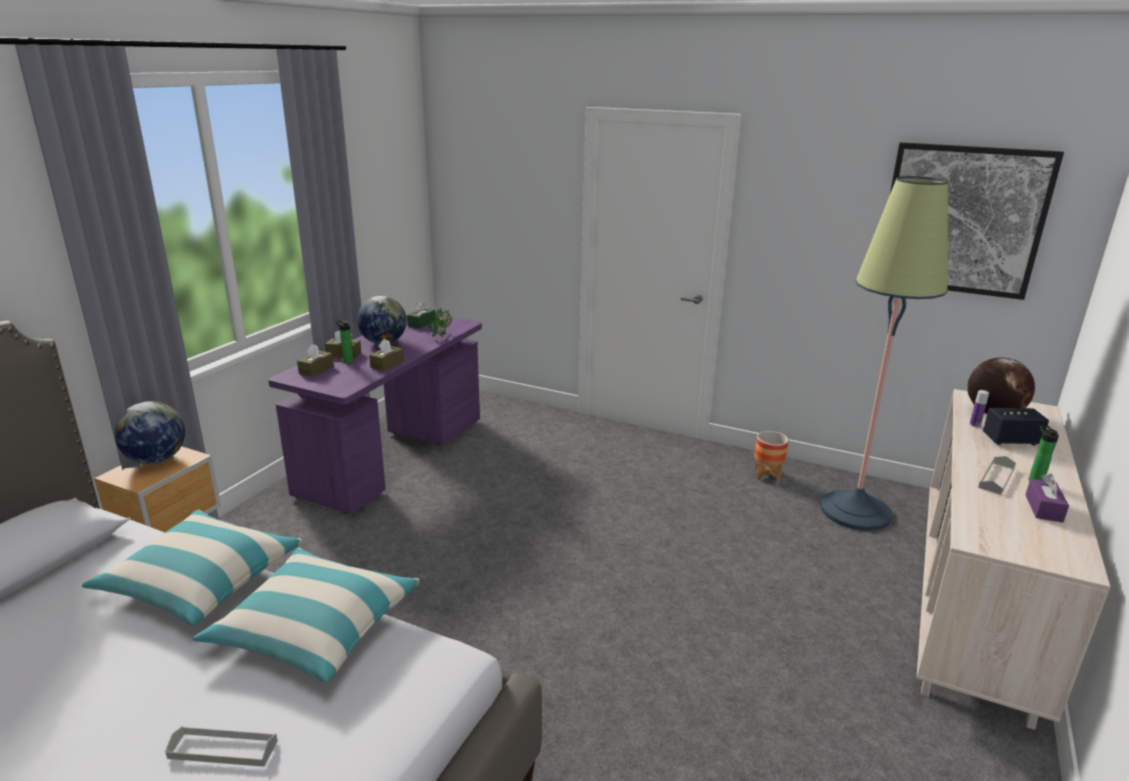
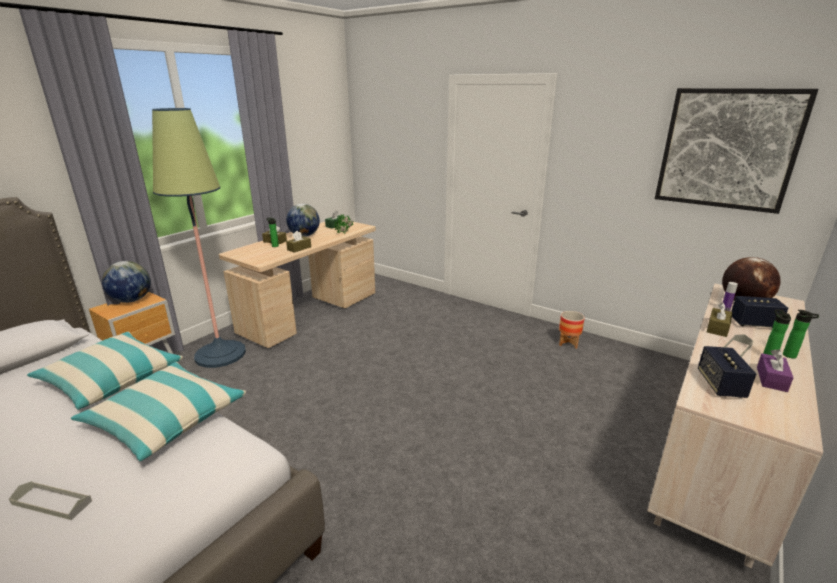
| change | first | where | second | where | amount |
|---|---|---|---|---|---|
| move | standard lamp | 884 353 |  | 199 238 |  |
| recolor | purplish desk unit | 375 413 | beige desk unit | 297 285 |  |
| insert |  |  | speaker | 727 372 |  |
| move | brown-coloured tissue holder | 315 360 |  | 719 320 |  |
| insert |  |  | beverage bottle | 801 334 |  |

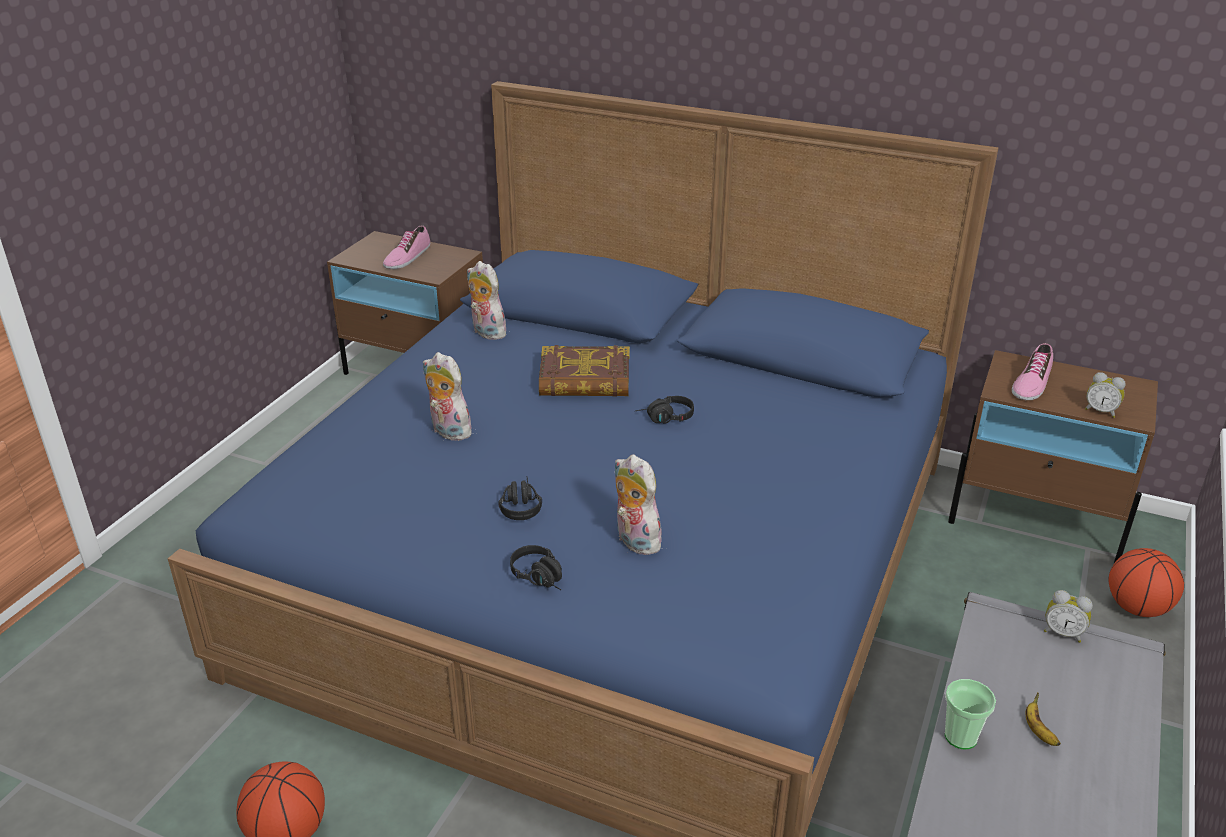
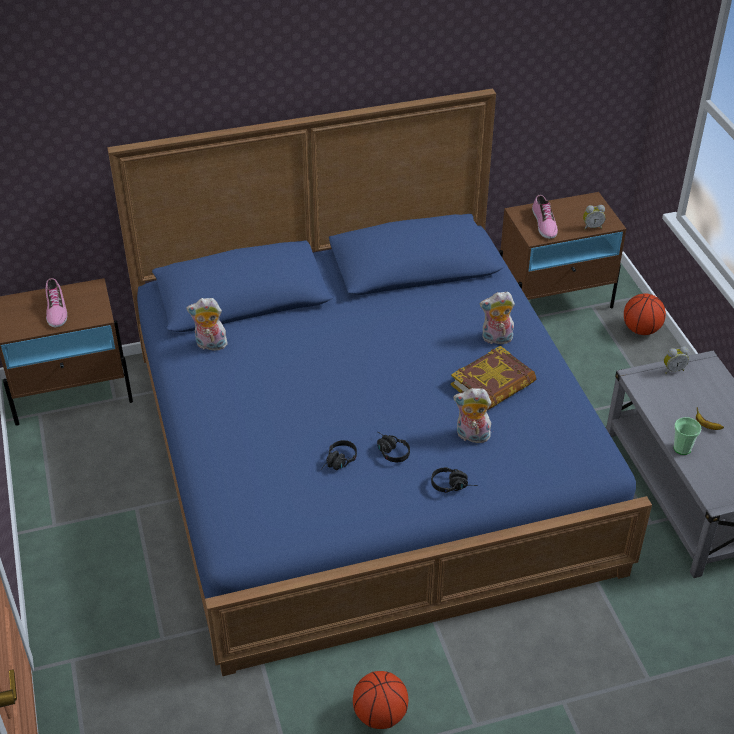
| change | first | where | second | where | amount |
|---|---|---|---|---|---|
| move | black-coloured headphones | 665 409 |  | 338 455 |  |
| move | book | 584 370 |  | 493 378 |  |
| move | plush toy | 448 396 |  | 497 318 |  |

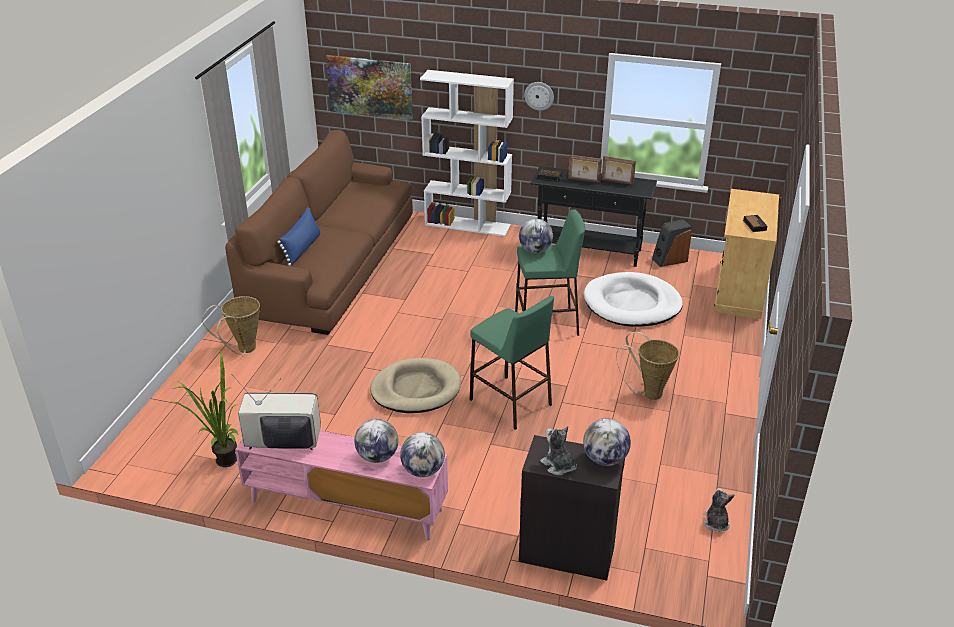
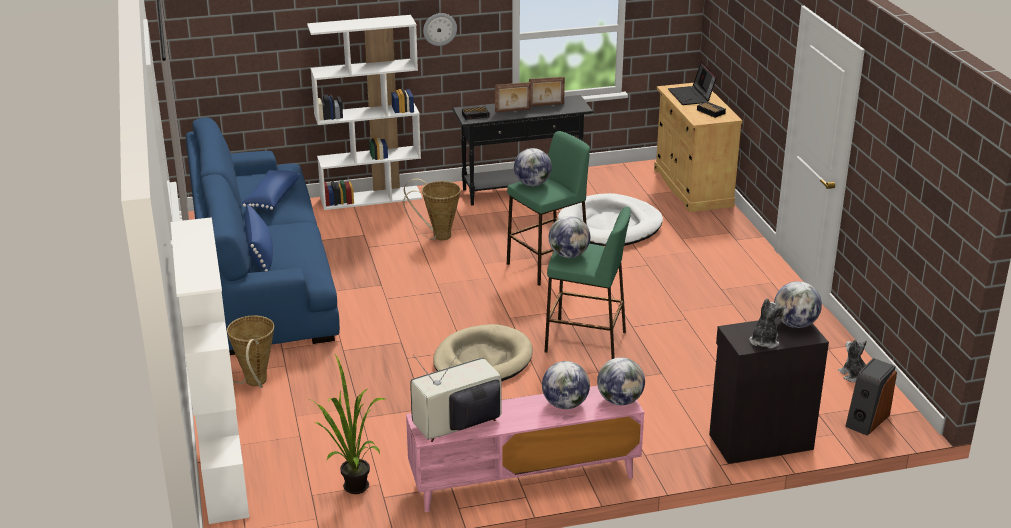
| change | first | where | second | where | amount |
|---|---|---|---|---|---|
| insert |  |  | white-coloured bookcase | 210 370 |  |
| recolor | brown-coloured couch | 319 232 | blue couch | 263 236 |  |
| insert |  |  | blue pillow | 271 190 |  |
| move | household basket | 647 365 |  | 432 209 |  |
| insert |  |  | desk globe | 570 237 |  |
| insert |  |  | portable computer | 692 83 |  |
| rotate | plush toy | 558 450 |  | 767 323 | 90 degrees clockwise |
| move | speaker | 672 243 |  | 871 396 |  |
| delete | wall art | 369 88 |  |  |  |

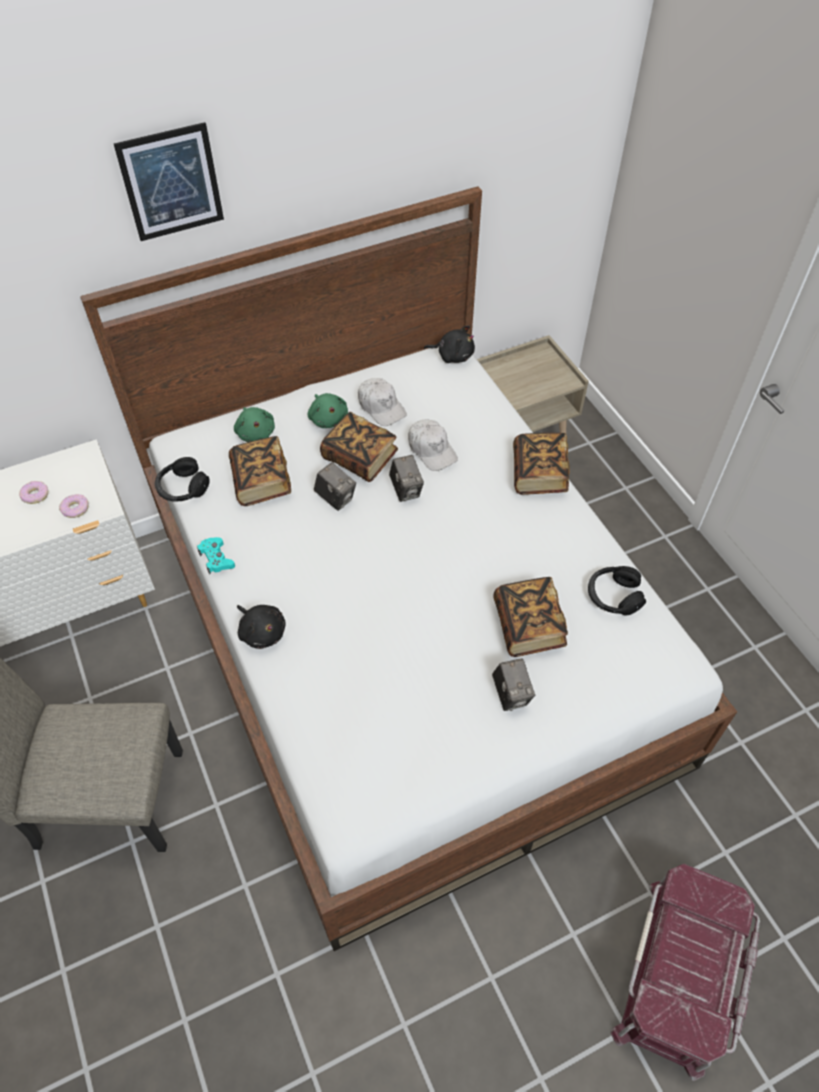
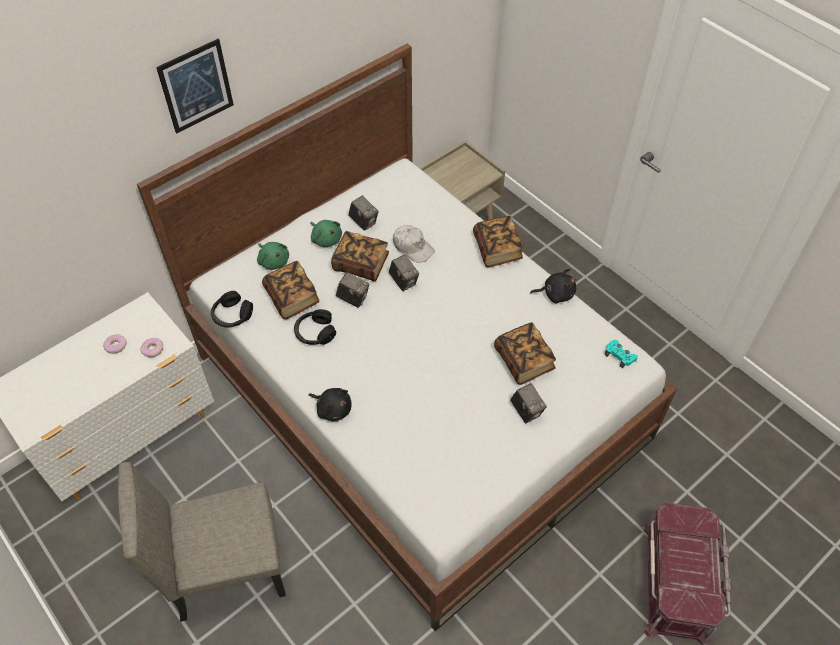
| change | first | where | second | where | amount |
|---|---|---|---|---|---|
| move | black-coloured headphones | 617 591 |  | 315 327 |  |
| replace | white-coloured peaked cap | 382 402 | photo camera | 363 213 |  |
| move | black-coloured plush toy | 449 344 |  | 553 286 |  |
| move | blue-green gamepad | 216 555 |  | 621 354 |  |

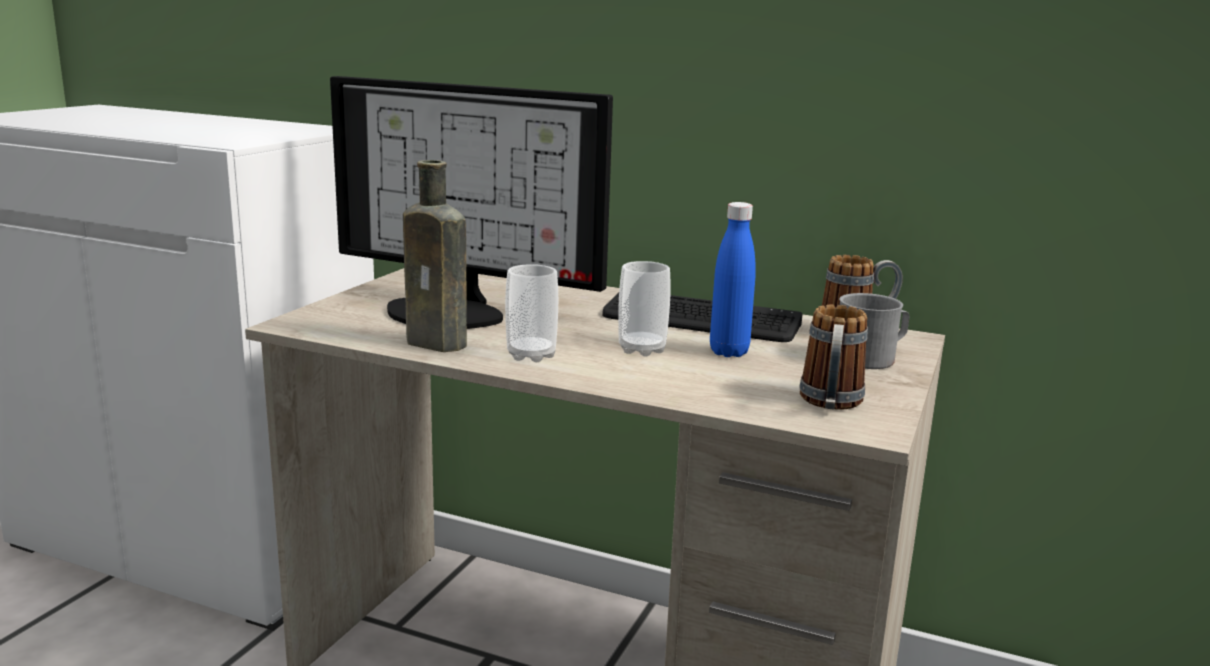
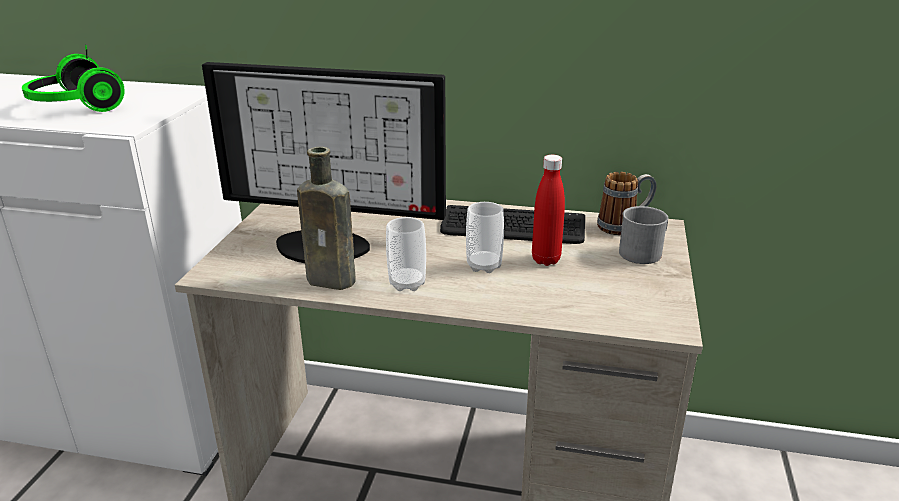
| change | first | where | second | where | amount |
|---|---|---|---|---|---|
| insert |  |  | headphones | 73 78 |  |
| recolor | blue beverage bottle | 733 279 | reddish beverage bottle | 548 210 |  |
| delete | mug | 833 357 |  |  |  |

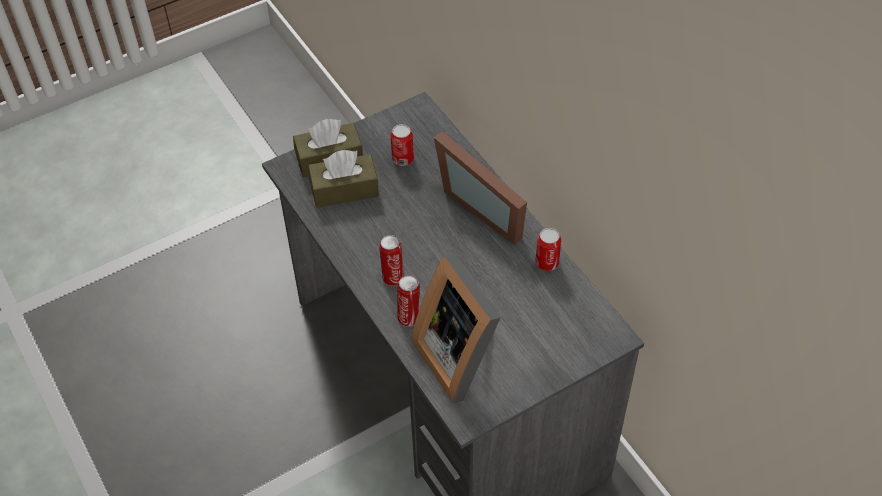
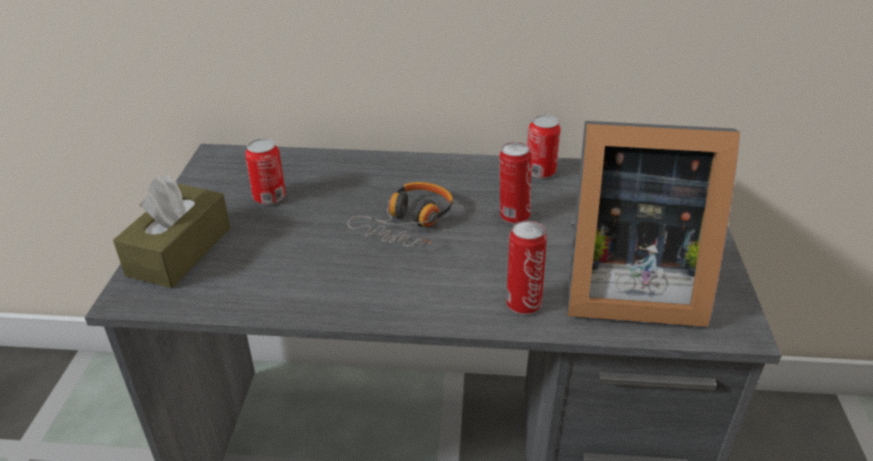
| change | first | where | second | where | amount |
|---|---|---|---|---|---|
| insert |  |  | headphones | 400 214 |  |
| move | can | 391 260 |  | 515 183 |  |
| delete | brown-coloured tissue holder | 343 179 |  |  |  |
| delete | picture frame | 480 188 |  |  |  |

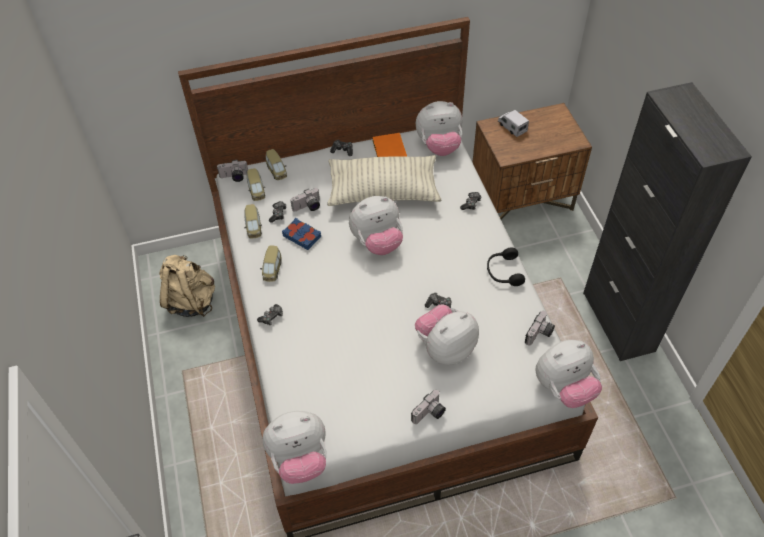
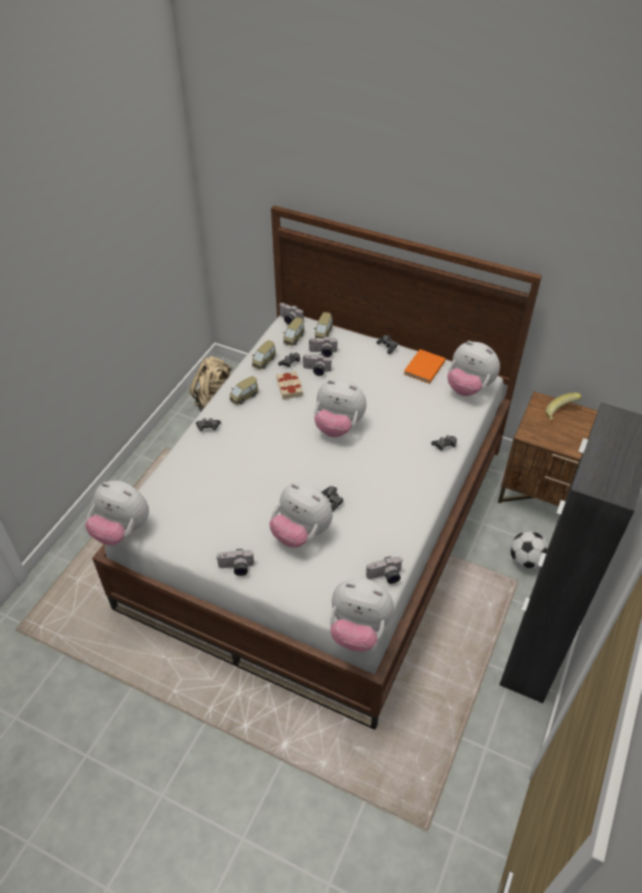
| change | first | where | second | where | amount |
|---|---|---|---|---|---|
| rotate | plush toy | 447 334 |  | 301 515 | 150 degrees counterclockwise |
| recolor | blue book | 301 234 | beige book | 289 385 |  |
| insert |  |  | photo camera | 323 346 |  |
| insert |  |  | football ball | 529 550 |  |
| replace | model truck | 513 123 | banana | 564 406 |  |
| delete | pillow | 384 180 |  |  |  |
| delete | black-coloured headphones | 506 267 |  |  |  |

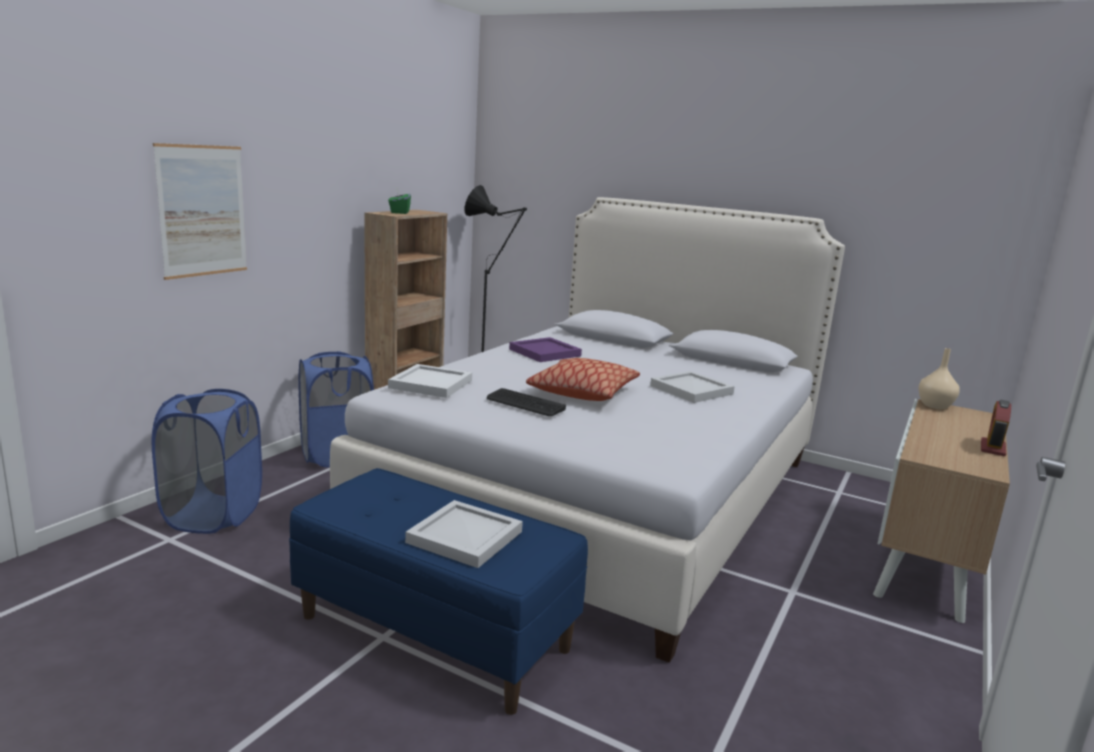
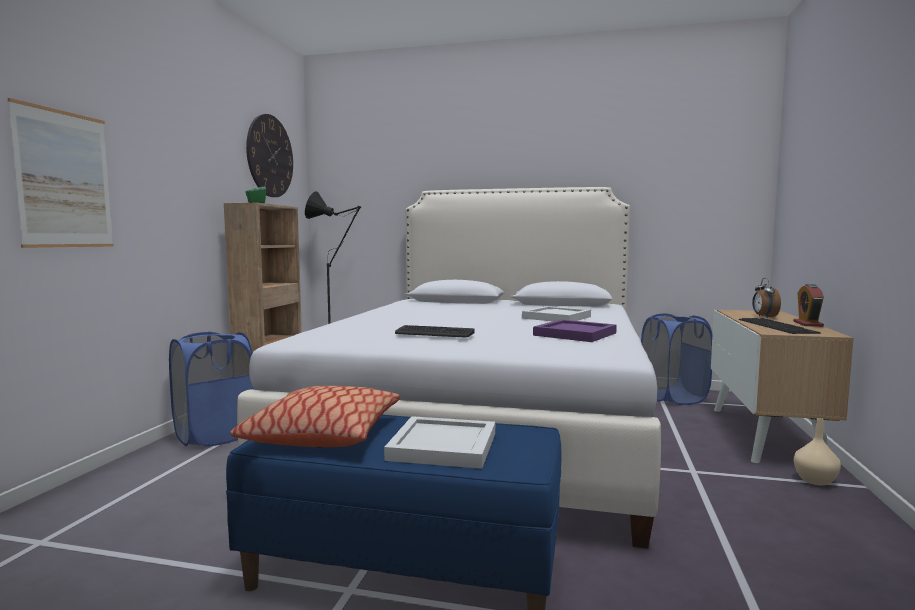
| change | first | where | second | where | amount |
|---|---|---|---|---|---|
| move | pillow | 583 379 |  | 315 416 |  |
| insert |  |  | clock on the wall | 269 155 |  |
| move | purplish serving tray | 545 349 |  | 575 330 |  |
| move | blue washing basket | 207 461 |  | 676 359 |  |
| insert |  |  | PC keyboard | 780 326 |  |
| insert |  |  | bedside clock | 766 298 |  |
| move | beige flower vase | 939 378 |  | 817 452 |  |
| delete | white-coloured serving tray | 430 381 |  |  |  |

